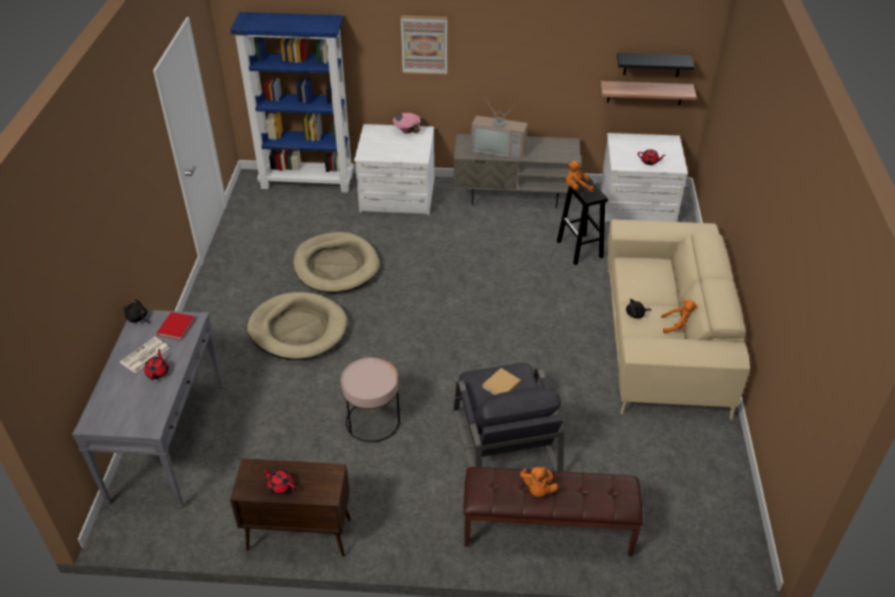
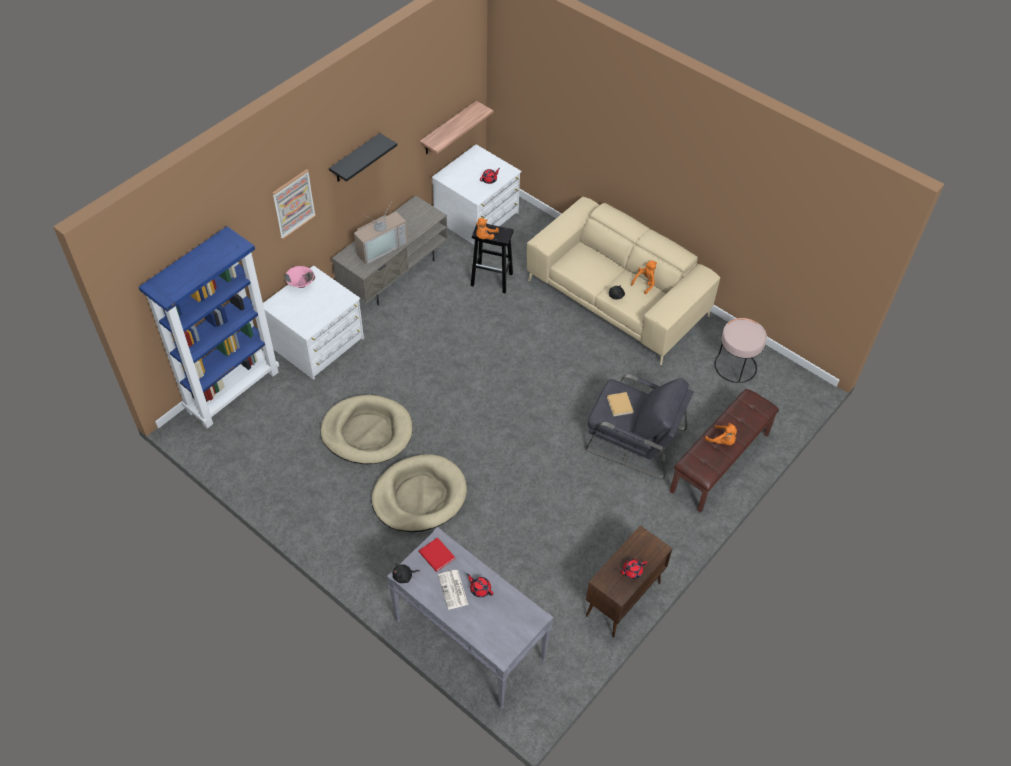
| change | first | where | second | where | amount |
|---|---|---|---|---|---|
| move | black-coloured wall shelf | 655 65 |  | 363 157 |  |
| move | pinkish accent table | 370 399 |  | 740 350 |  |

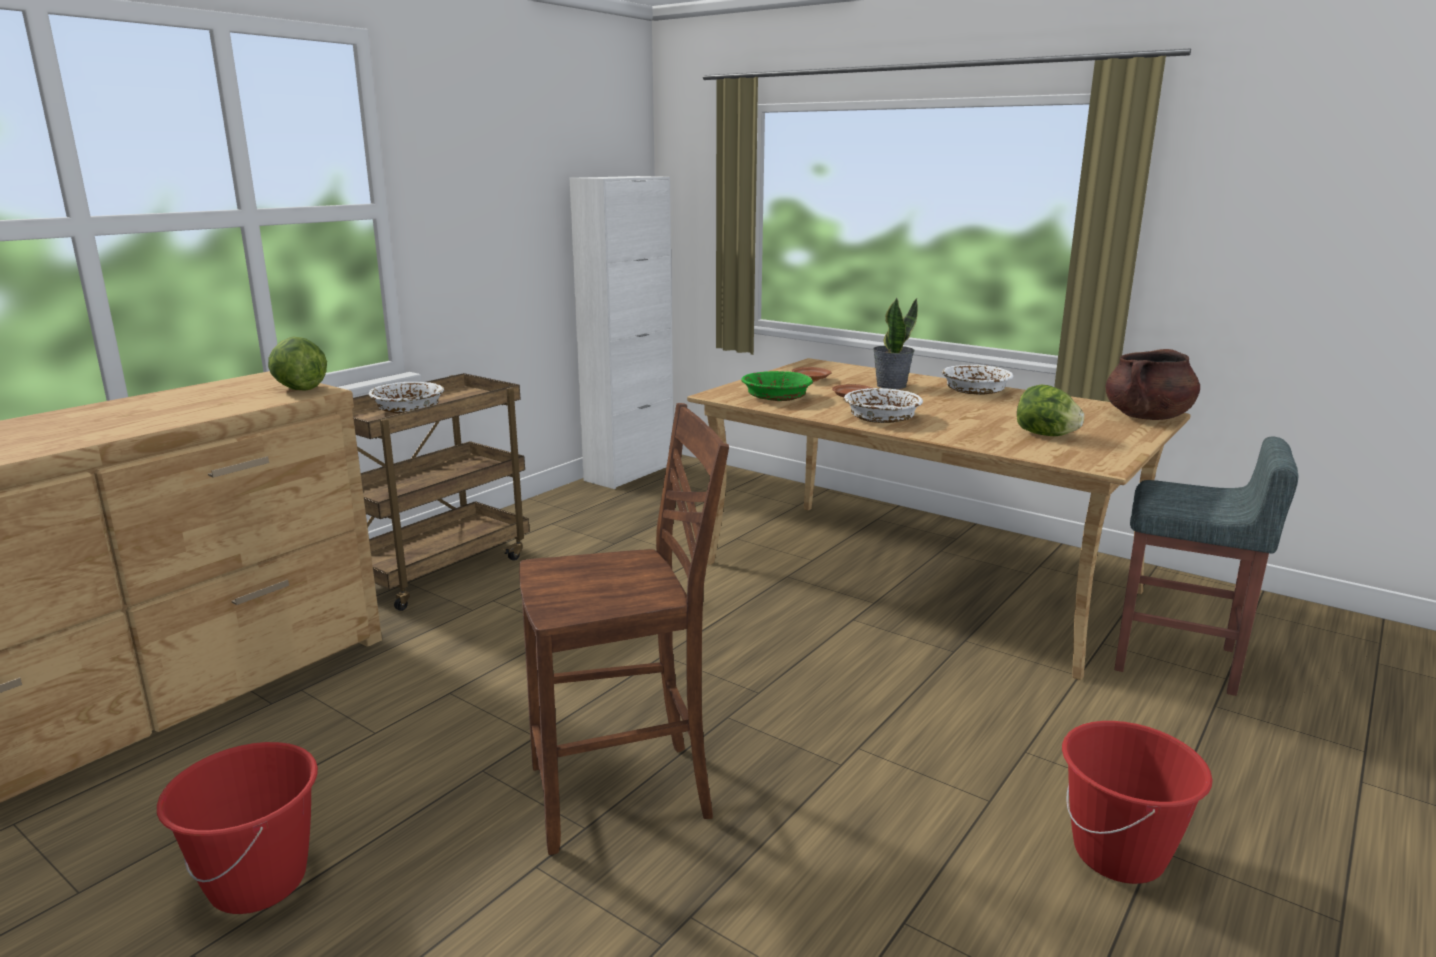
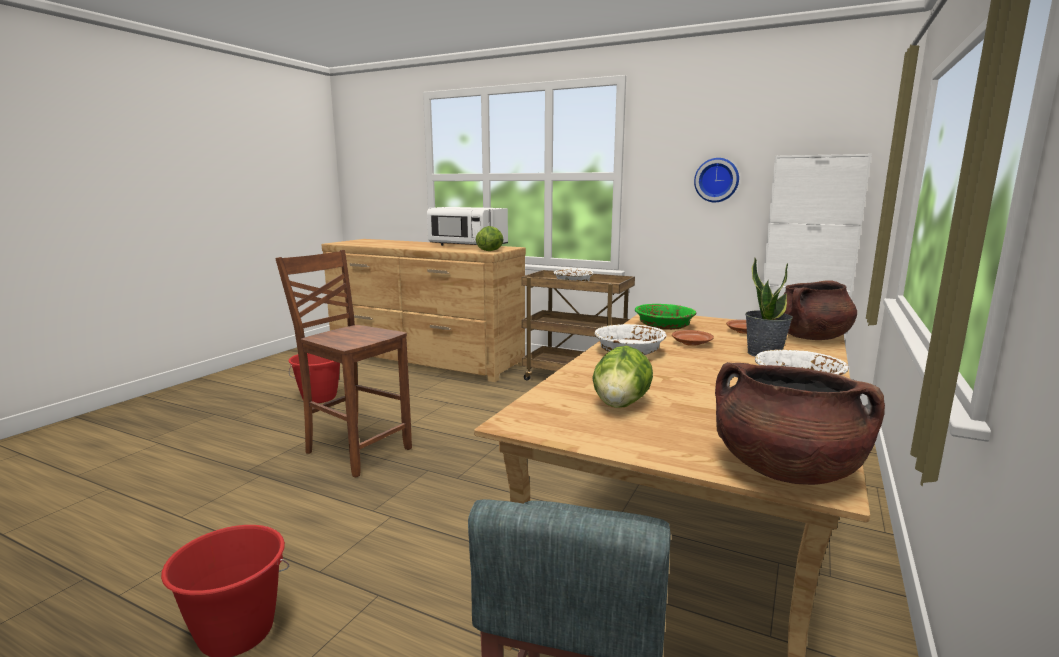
| change | first | where | second | where | amount |
|---|---|---|---|---|---|
| rotate | brown-coloured upright chair | 624 629 |  | 343 364 | 150 degrees clockwise |
| insert |  |  | white-coloured microwave oven | 467 226 |  |
| insert |  |  | clock on the wall | 716 180 |  |
| insert |  |  | brown-coloured saucepot | 820 310 |  |

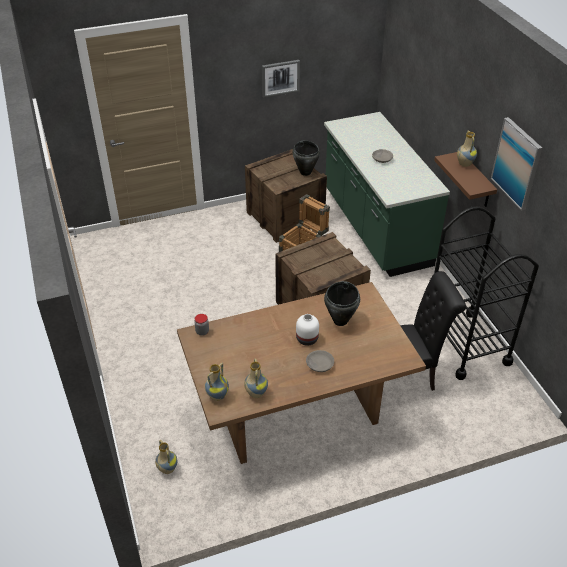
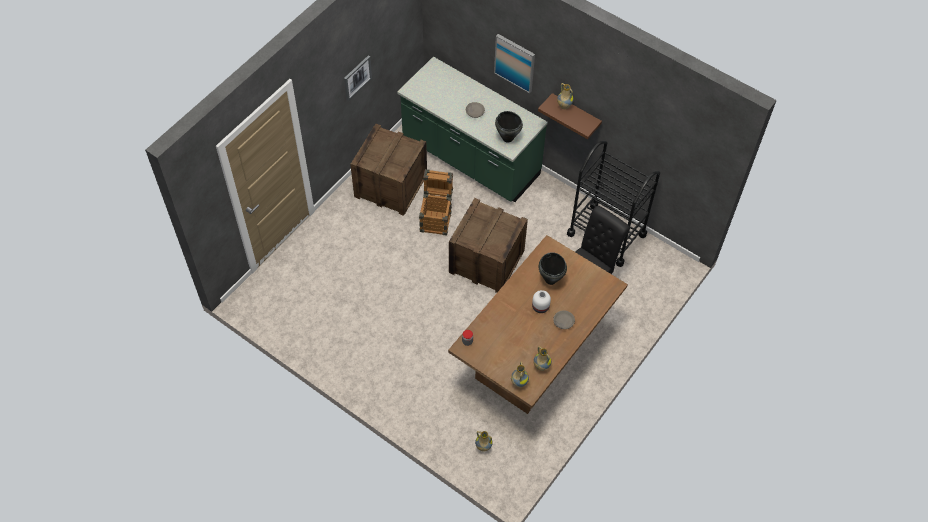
| change | first | where | second | where | amount |
|---|---|---|---|---|---|
| move | wall art | 516 164 |  | 514 63 |  |
| move | black-coloured saucepot | 306 158 |  | 509 127 |  |

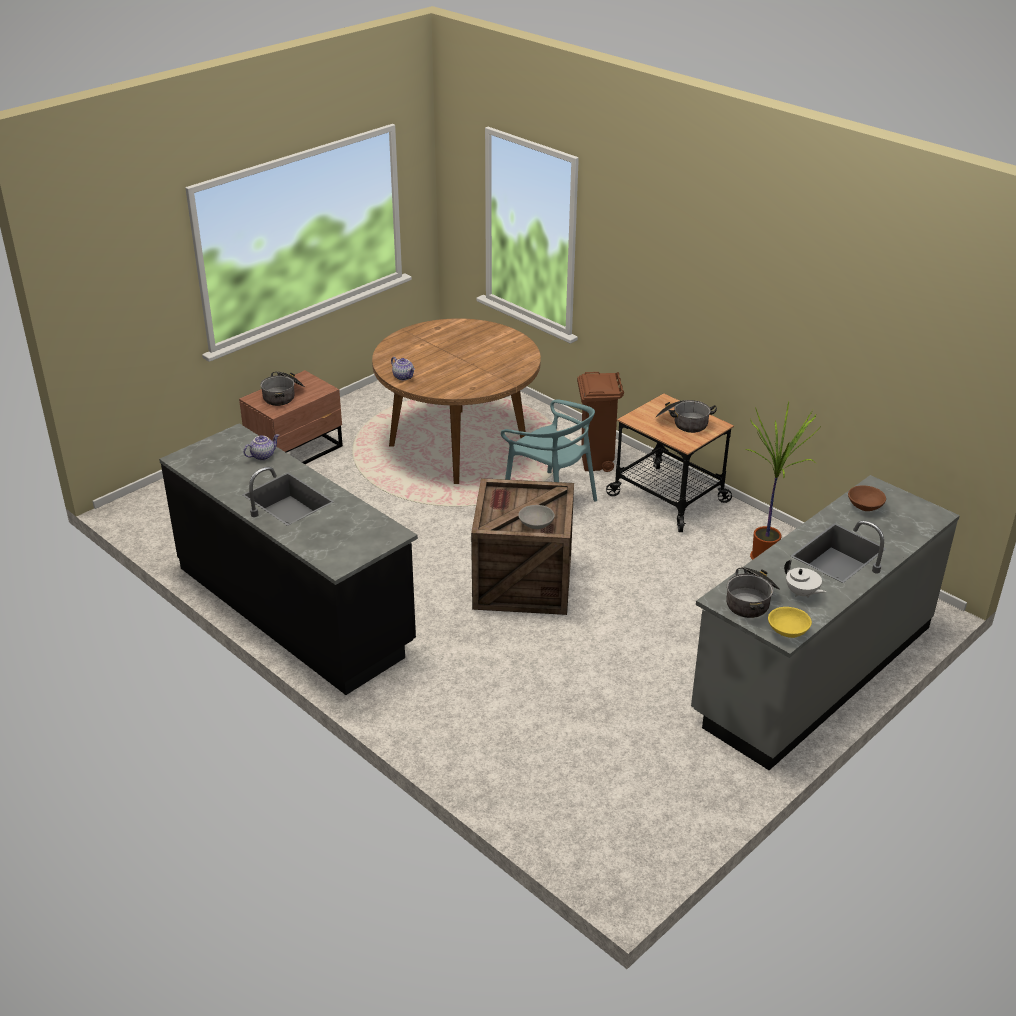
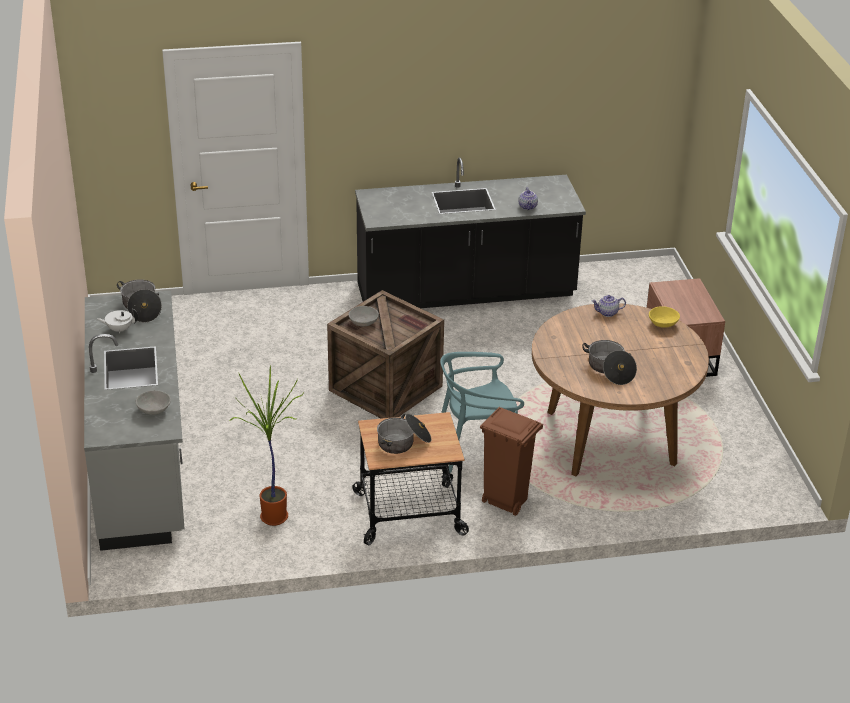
| change | first | where | second | where | amount |
|---|---|---|---|---|---|
| recolor | brown-coloured serving bowl | 867 498 | greyish serving bowl | 153 402 |  |
| move | saucepot | 282 388 |  | 609 362 |  |
| move | yellowish serving bowl | 790 622 |  | 664 317 |  |

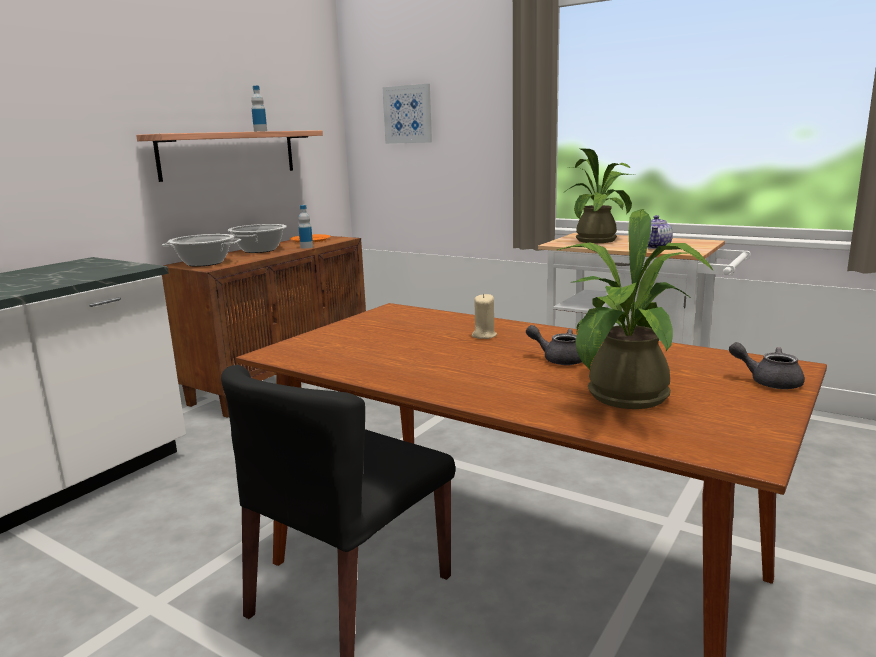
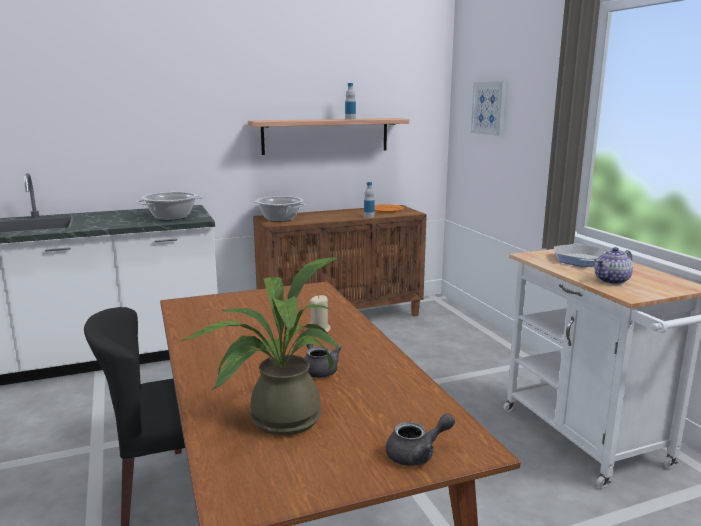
| change | first | where | second | where | amount |
|---|---|---|---|---|---|
| move | saucepot | 257 238 |  | 169 206 |  |
| rotate | greyish tea pot | 767 365 |  | 420 439 | 90 degrees clockwise |
| replace | plant in a pot | 599 195 | skillet | 581 255 |  |

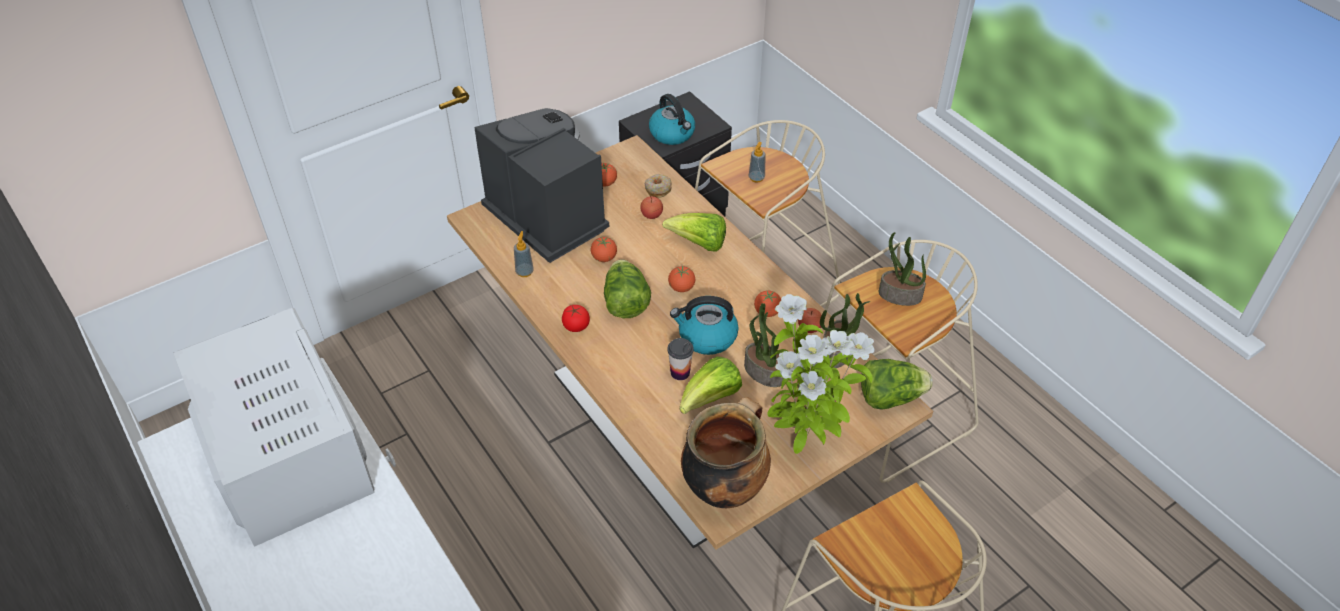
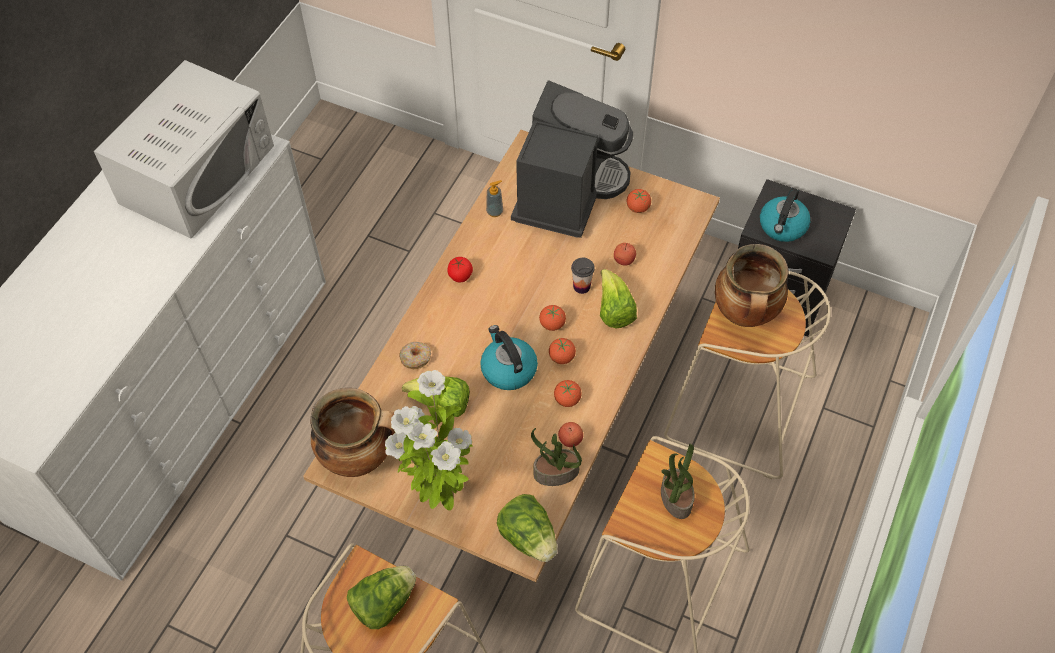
| change | first | where | second | where | amount |
|---|---|---|---|---|---|
| move | lettuce head | 627 289 |  | 381 597 |  |
| move | doughnut | 658 186 |  | 415 355 |  |
| move | fresh tomato | 604 249 |  | 562 351 |  |
| move | small cup | 680 359 |  | 583 276 |  |
| replace | soap dispenser | 756 162 | saucepot | 752 285 |  |
| delete | plant in a pot | 764 345 |  |  |  |

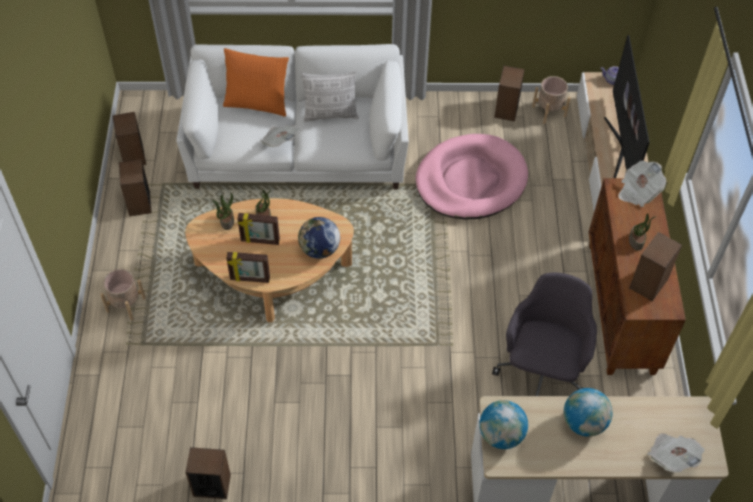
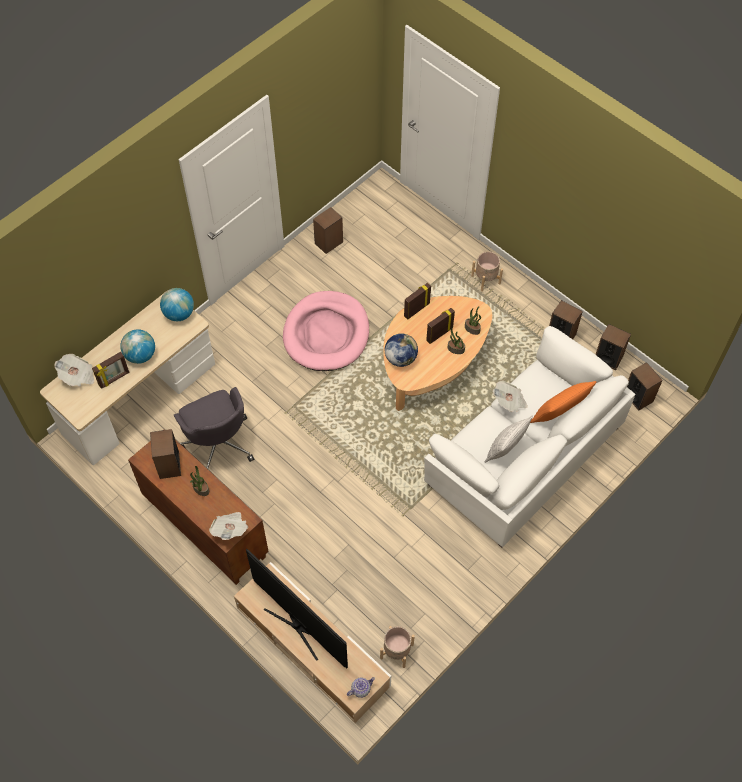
| change | first | where | second | where | amount |
|---|---|---|---|---|---|
| insert |  |  | picture frame | 110 370 |  |
| move | pinkish pet bed | 471 177 |  | 326 331 |  |
| move | speaker | 509 93 |  | 645 386 |  |

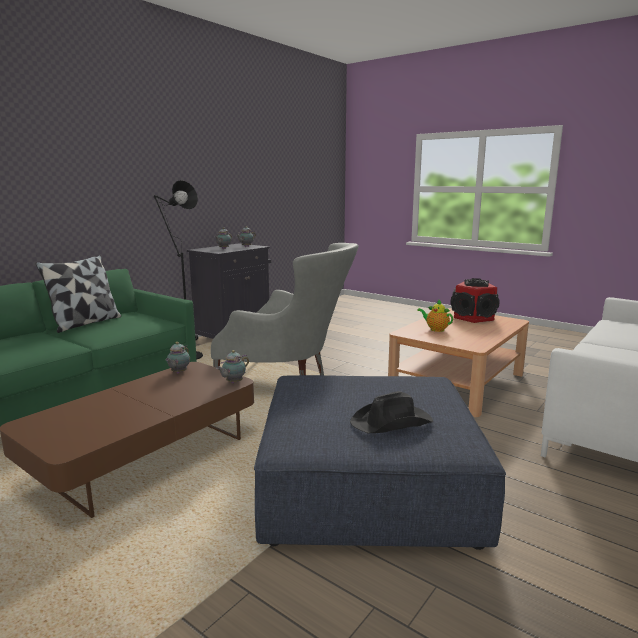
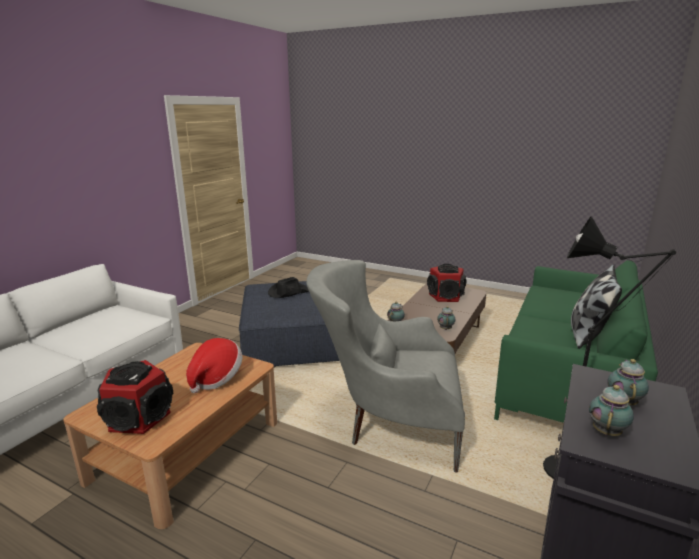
| change | first | where | second | where | amount |
|---|---|---|---|---|---|
| replace | tea pot | 435 316 | clothing hat | 214 365 |  |
| insert |  |  | speaker | 446 283 |  |

